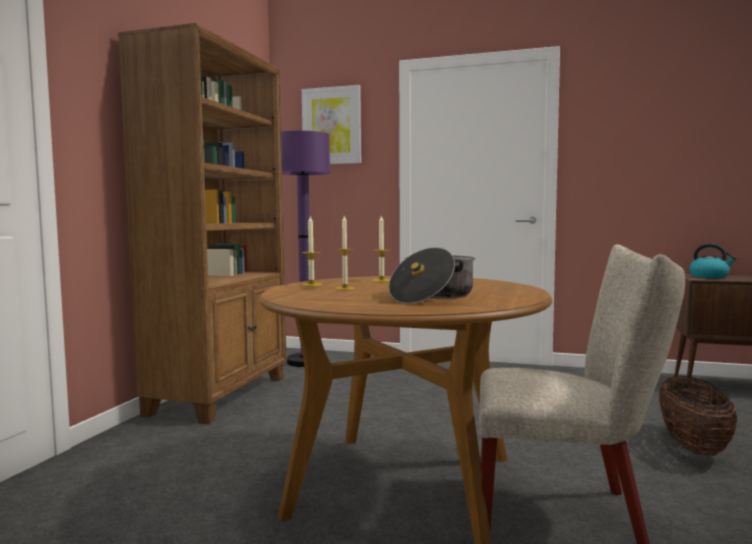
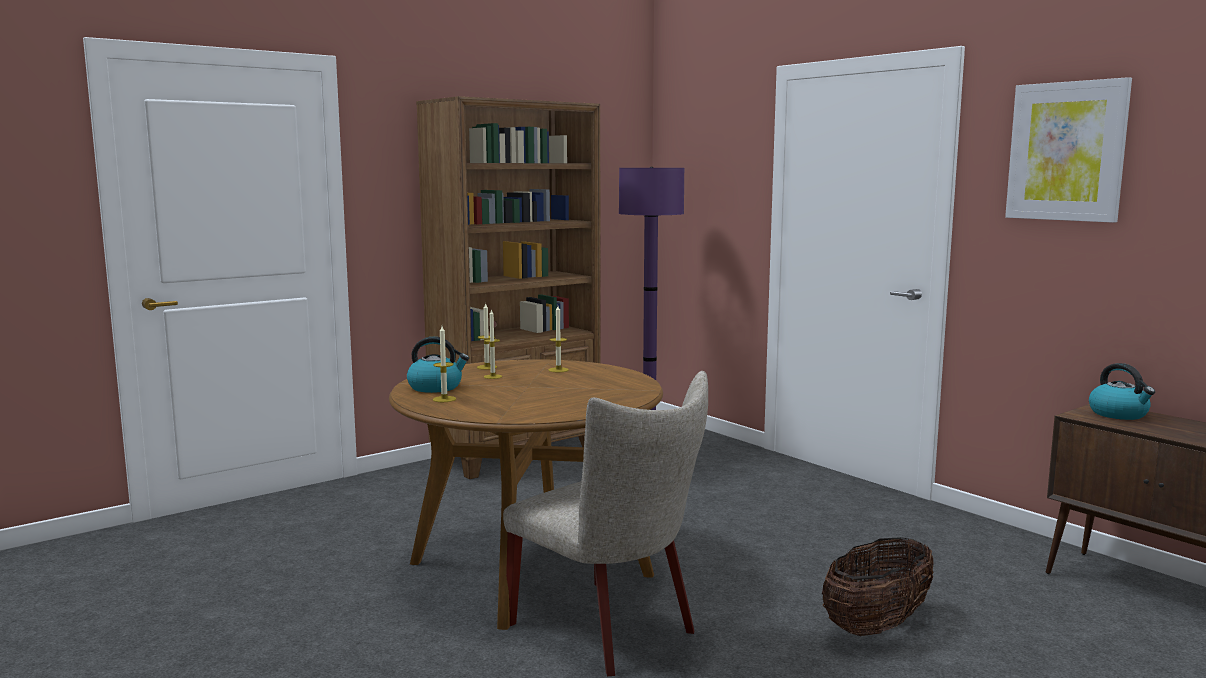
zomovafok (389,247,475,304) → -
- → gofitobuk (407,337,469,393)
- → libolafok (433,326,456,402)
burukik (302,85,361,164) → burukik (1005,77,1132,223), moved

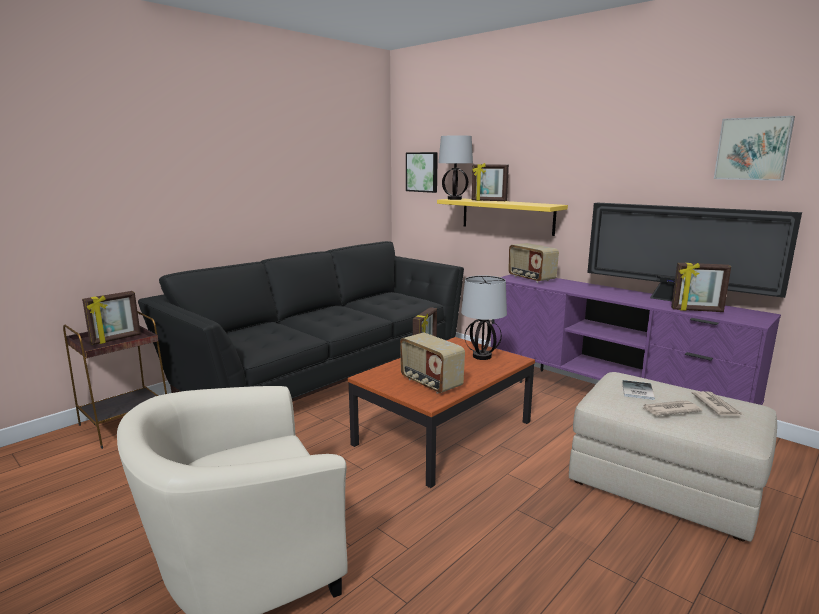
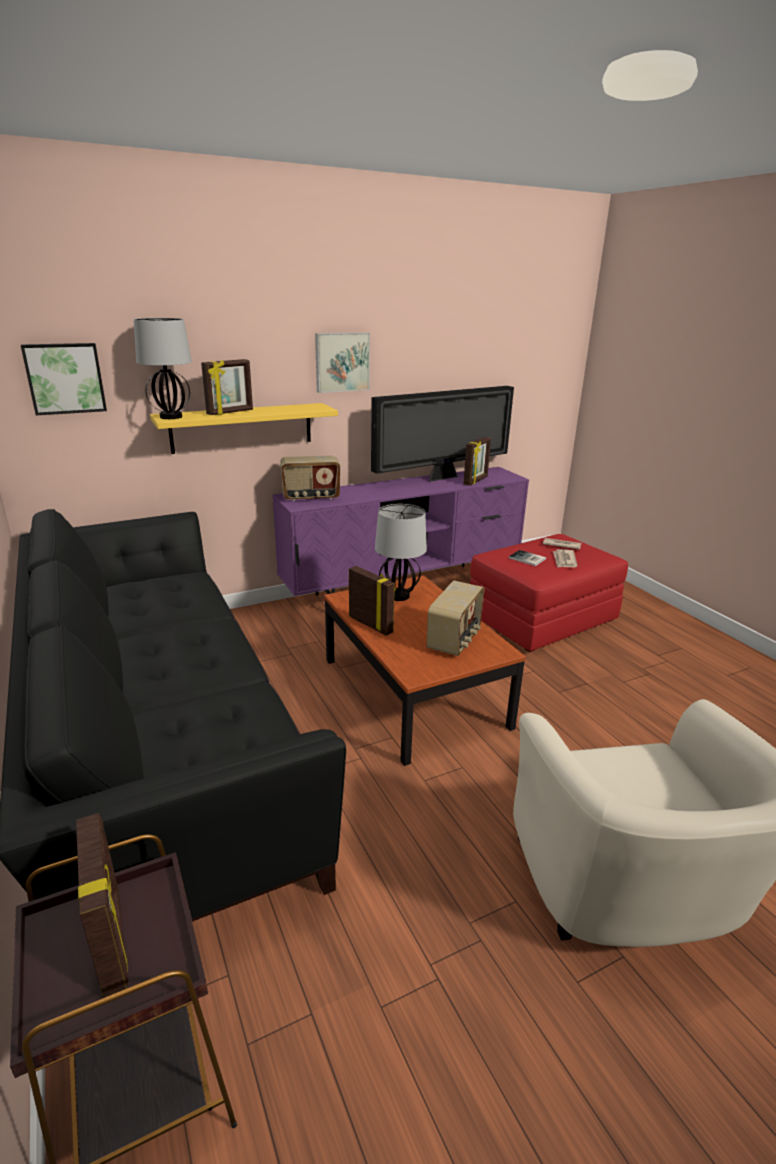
burukik (714,116,795,181) → burukik (315,332,370,393), moved
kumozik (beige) (569,372,777,542) → kumozik (red) (470,534,628,652)
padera (400,332,465,394) → padera (427,581,485,656), 45 degrees counterclockwise

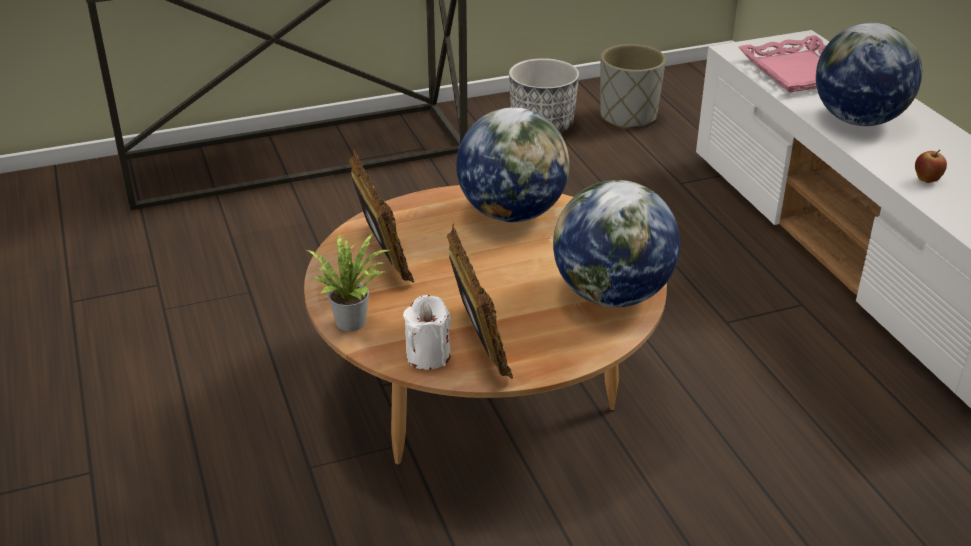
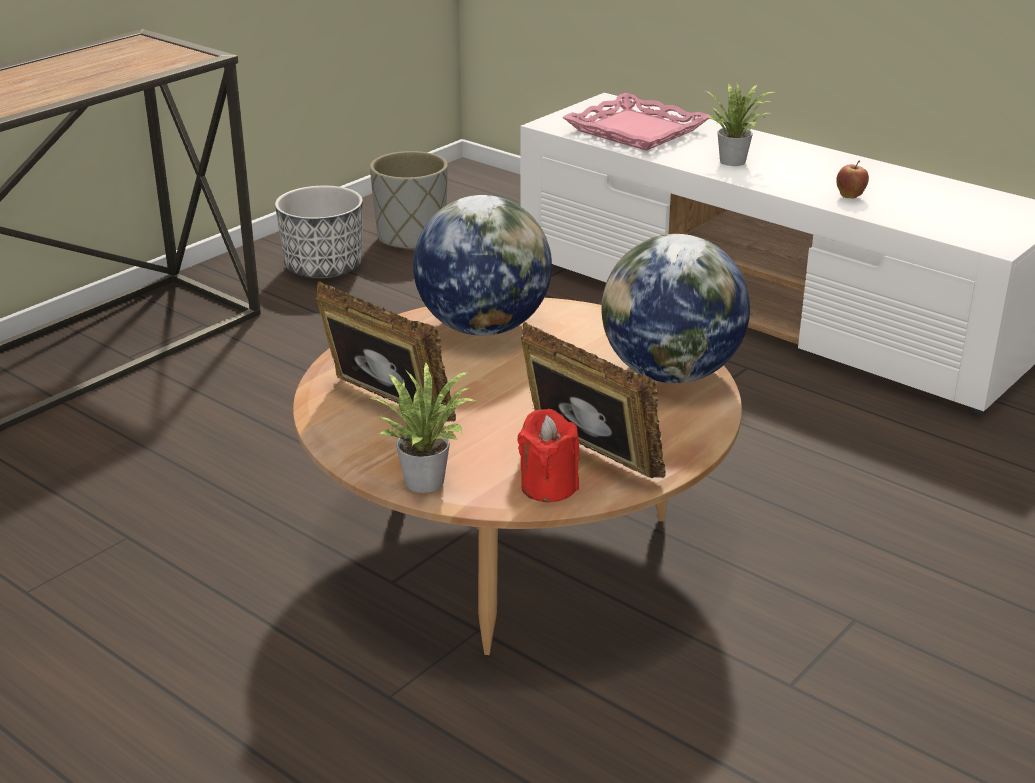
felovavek (816,23,922,126) → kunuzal (704,82,774,166)
libolafok (white) (403,295,451,370) → libolafok (red) (517,409,580,503)

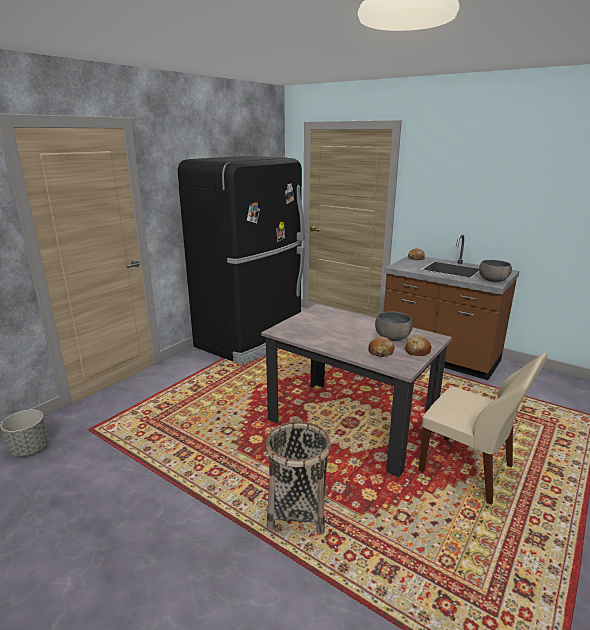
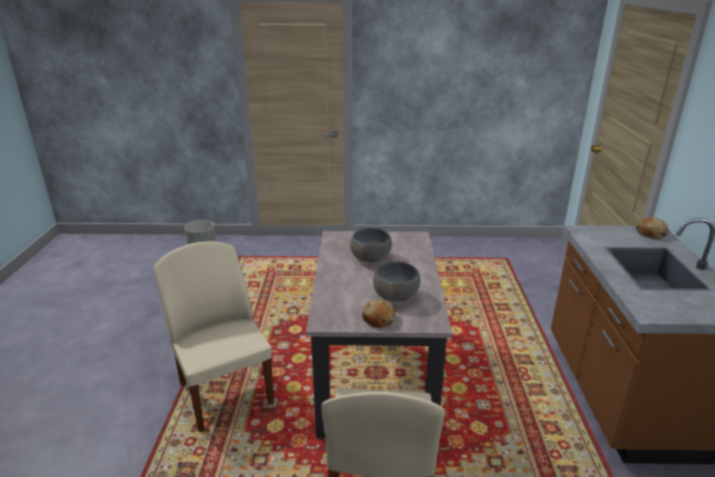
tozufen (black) (178,156,305,365) → -
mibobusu (368,336,394,357) → -
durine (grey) (479,260,512,282) → durine (grey) (350,228,392,262), moved
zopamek (266,421,331,535) → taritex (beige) (153,241,274,432)

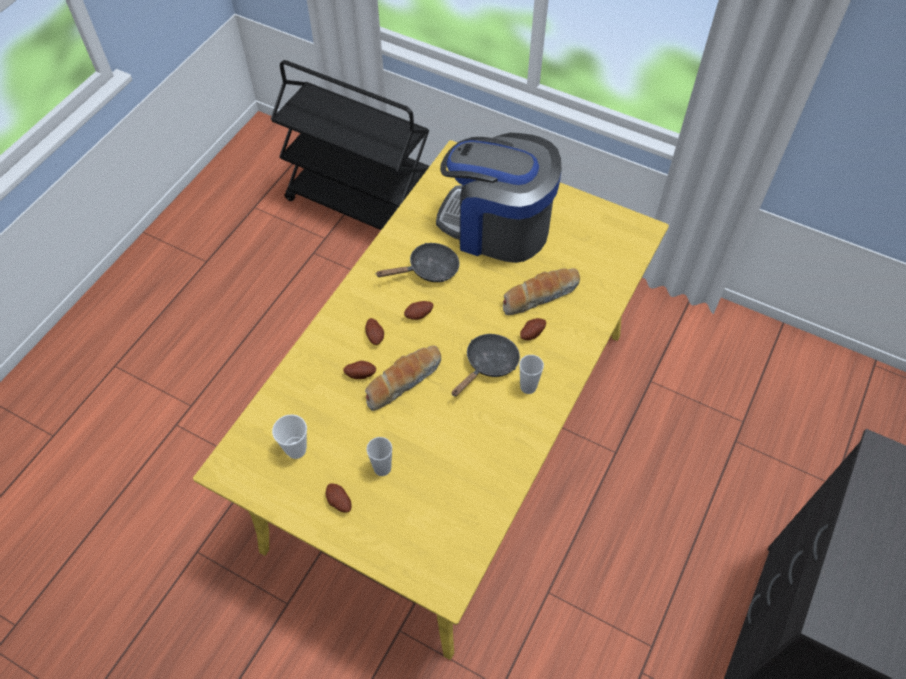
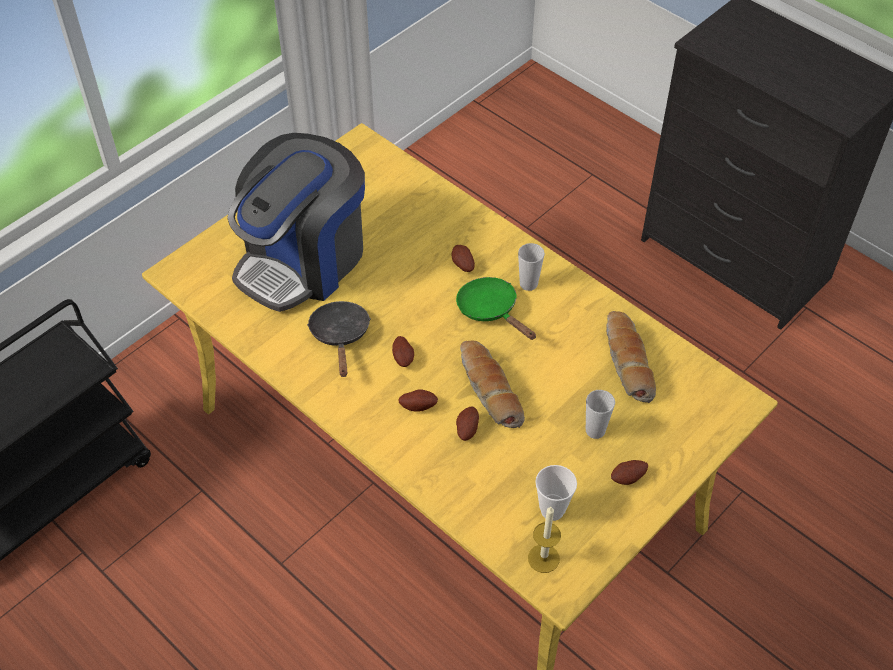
- → libolafok (528,507,561,573)
mibobusu (503,268,580,315) → mibobusu (606,311,656,403), moved
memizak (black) (452,334,520,397) → memizak (green) (456,277,536,340)

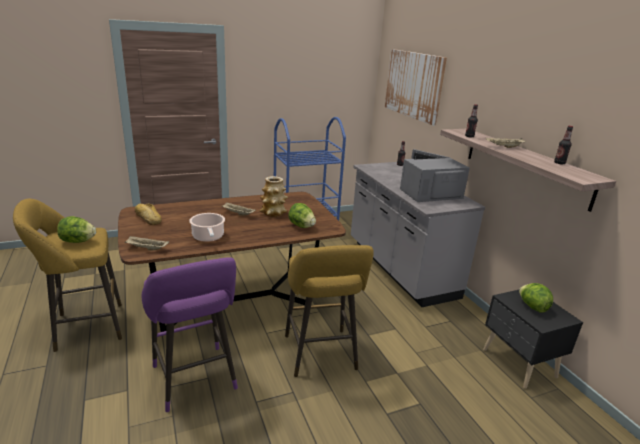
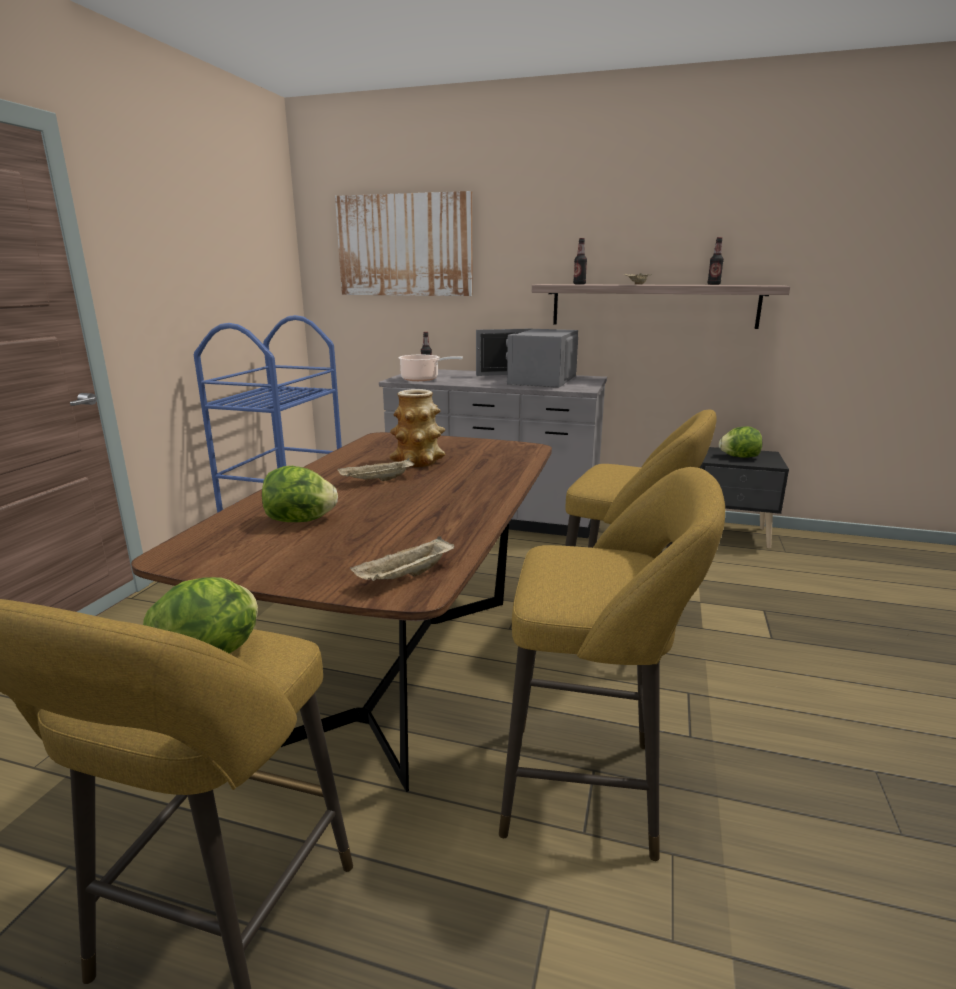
mibobusu (135,204,162,225) → -
zomovafok (189,213,225,242) → zomovafok (398,355,463,381), moved
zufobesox (288,203,316,228) → zufobesox (262,466,338,522), moved
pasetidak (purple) (142,257,238,412) → pasetidak (yellow) (499,467,725,861)

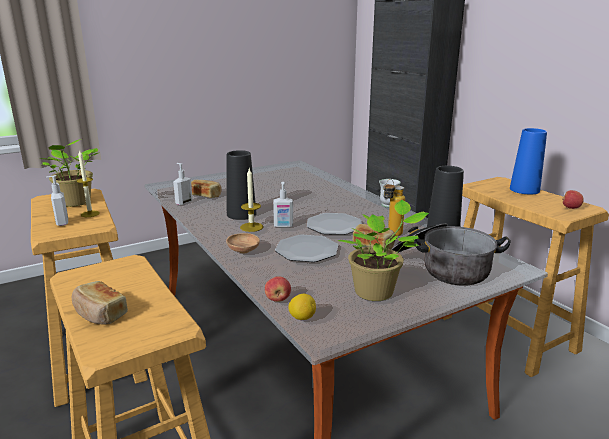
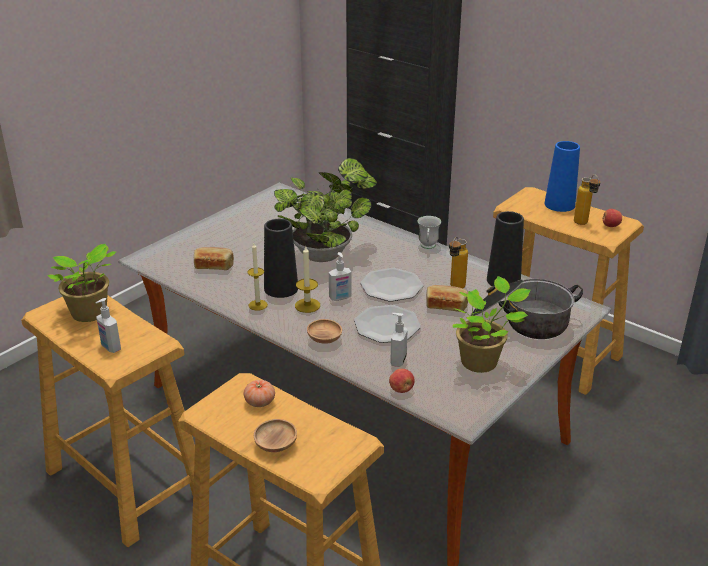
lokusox (288,294,316,320) → -
- → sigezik (244,380,275,407)
- → kunuzal (274,158,377,262)
- → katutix (574,175,600,225)
libolafok (76,151,100,217) → libolafok (248,243,268,311), moved
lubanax (173,163,193,205) → lubanax (390,313,407,367), moved
mibobusu (72,281,128,325) → durine (brown) (254,419,297,452)

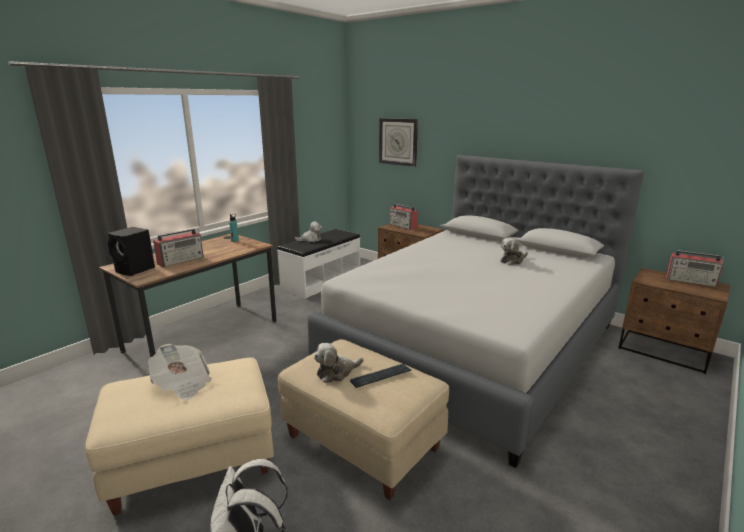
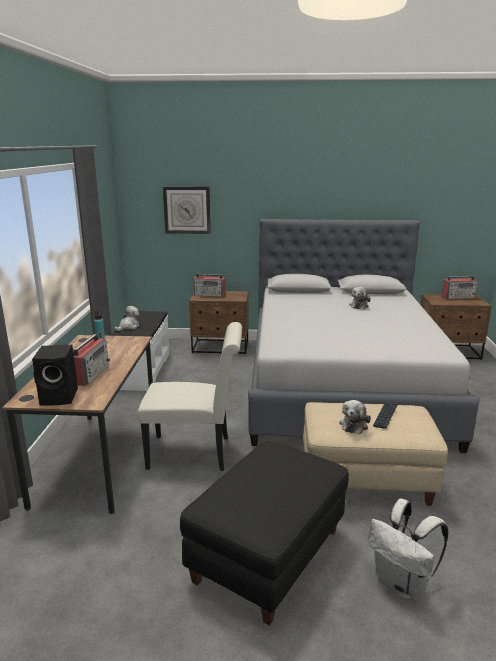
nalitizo (148,344,212,400) → -
- → taritex (white) (138,322,242,471)
kumozik (beige) (85,357,274,516) → kumozik (black) (180,441,349,626)

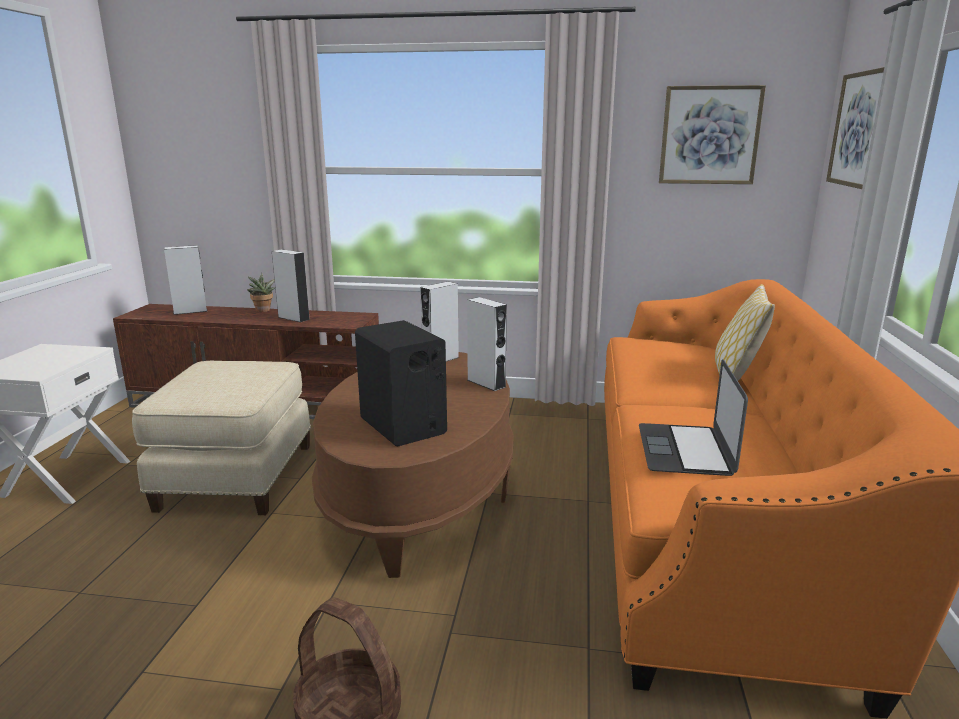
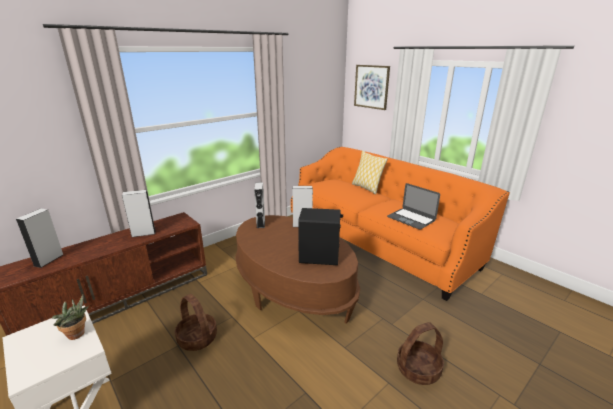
burukik (659,85,766,184) → -
kunuzal (247,273,275,312) → kunuzal (52,295,89,340), moved
kumozik (beige) (132,361,311,515) → zopamek (175,294,217,351)

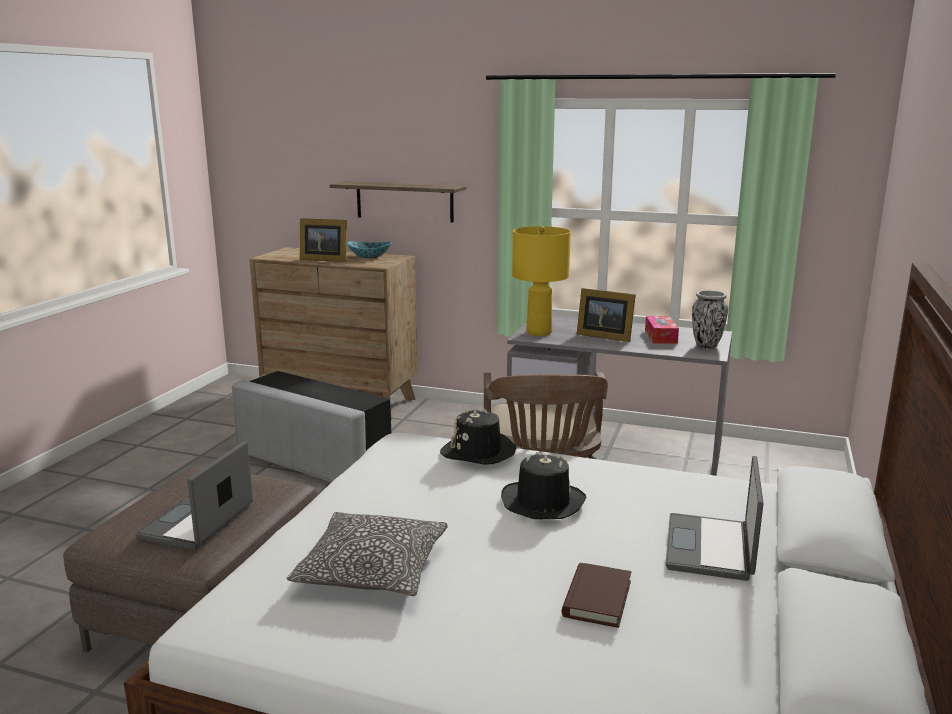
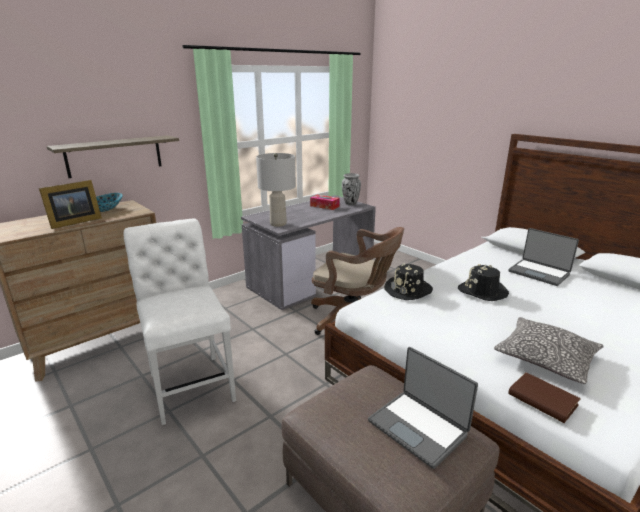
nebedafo (577,288,636,342) → -
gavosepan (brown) (562,563,631,628) → gavosepan (brown) (508,372,581,423), moved
kumozik (grey) (232,371,391,482) → taritex (white) (124,219,236,425)
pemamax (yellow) (512,226,571,336) → pemamax (grey) (256,153,296,227)

